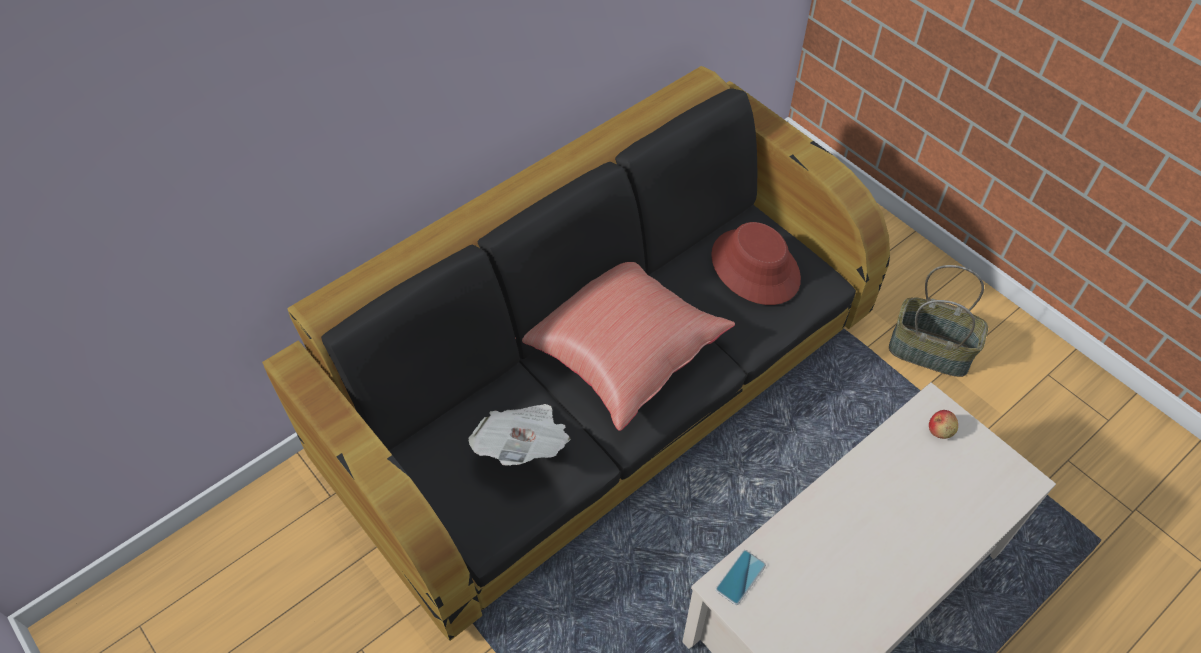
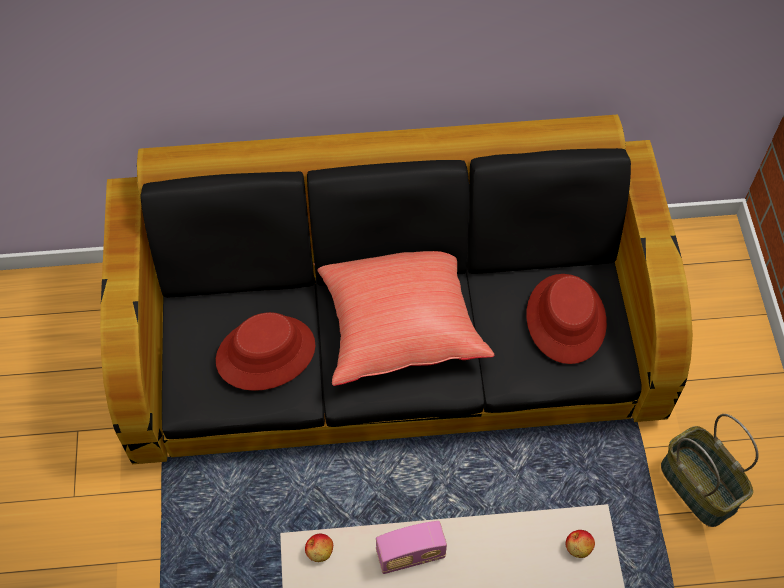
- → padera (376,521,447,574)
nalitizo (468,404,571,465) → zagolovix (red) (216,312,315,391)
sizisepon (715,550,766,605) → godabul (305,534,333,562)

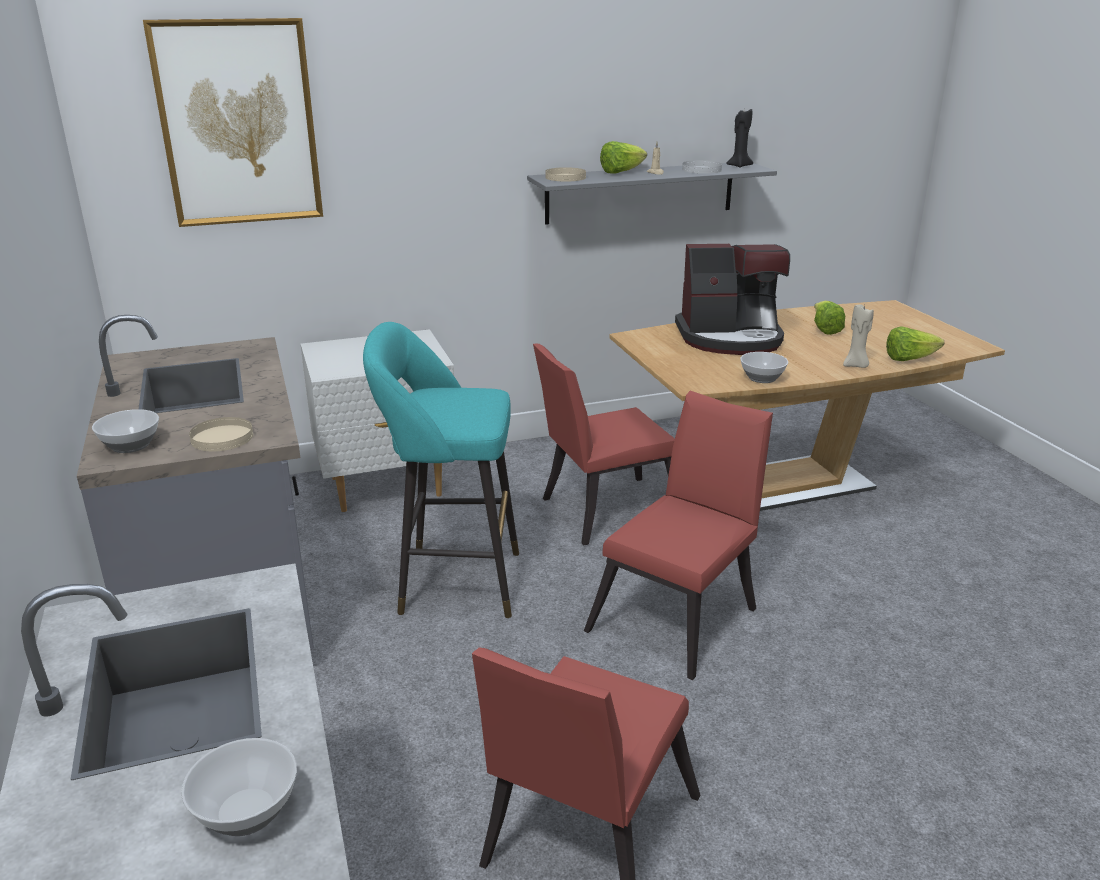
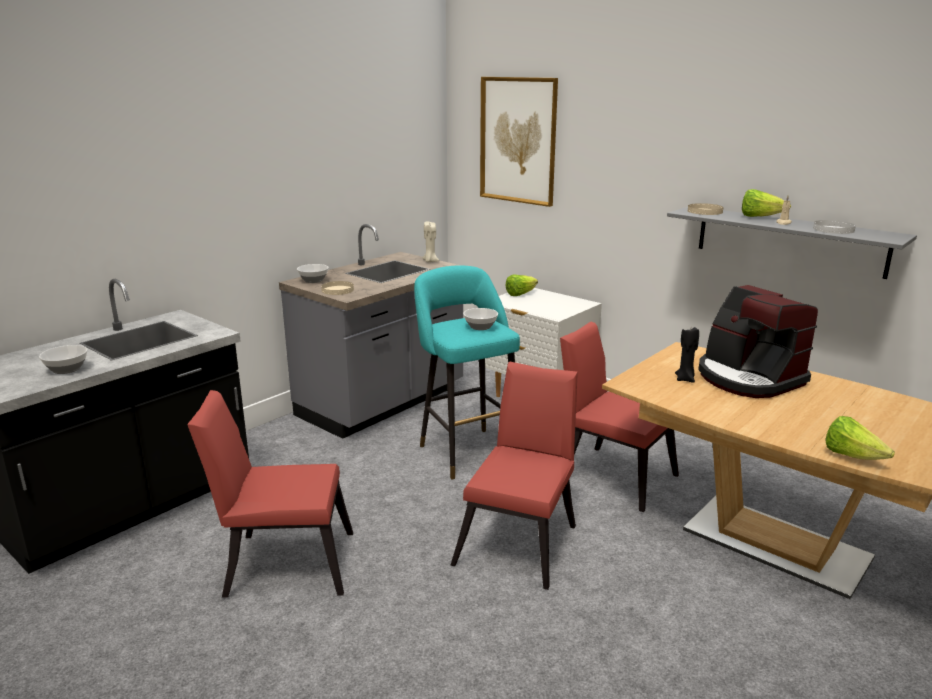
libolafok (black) (726,109,753,168) → libolafok (black) (675,327,699,383), moved
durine (740,352,788,383) → durine (463,308,498,330), moved
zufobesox (814,301,845,335) → zufobesox (506,275,538,296), moved
libolafok (beige) (843,304,874,368) → libolafok (beige) (423,221,439,262), moved
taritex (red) (584,391,773,680) → taritex (red) (451,361,578,590), 75 degrees counterclockwise

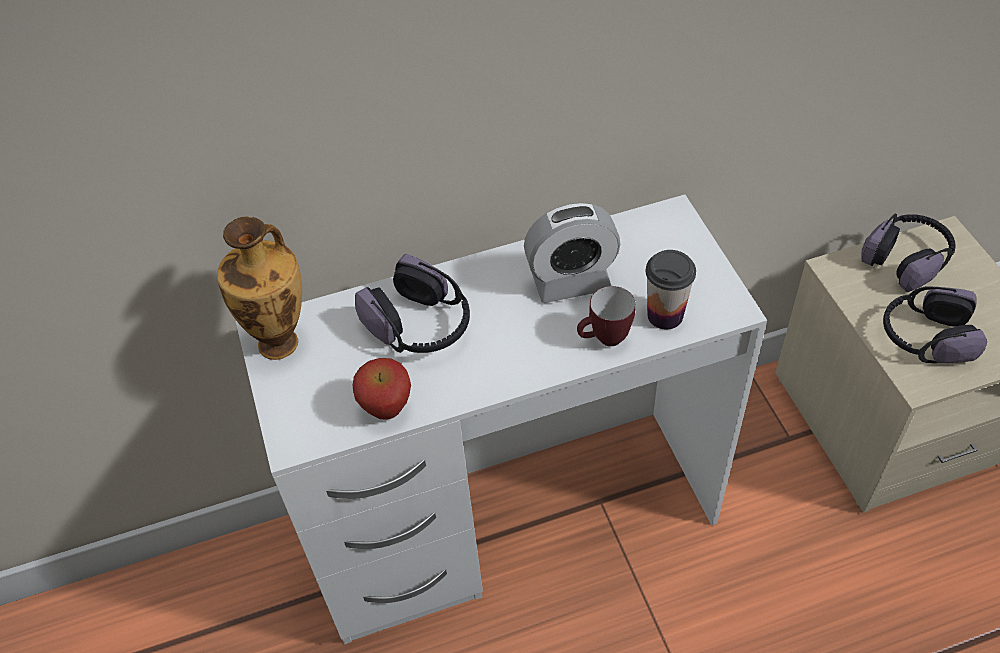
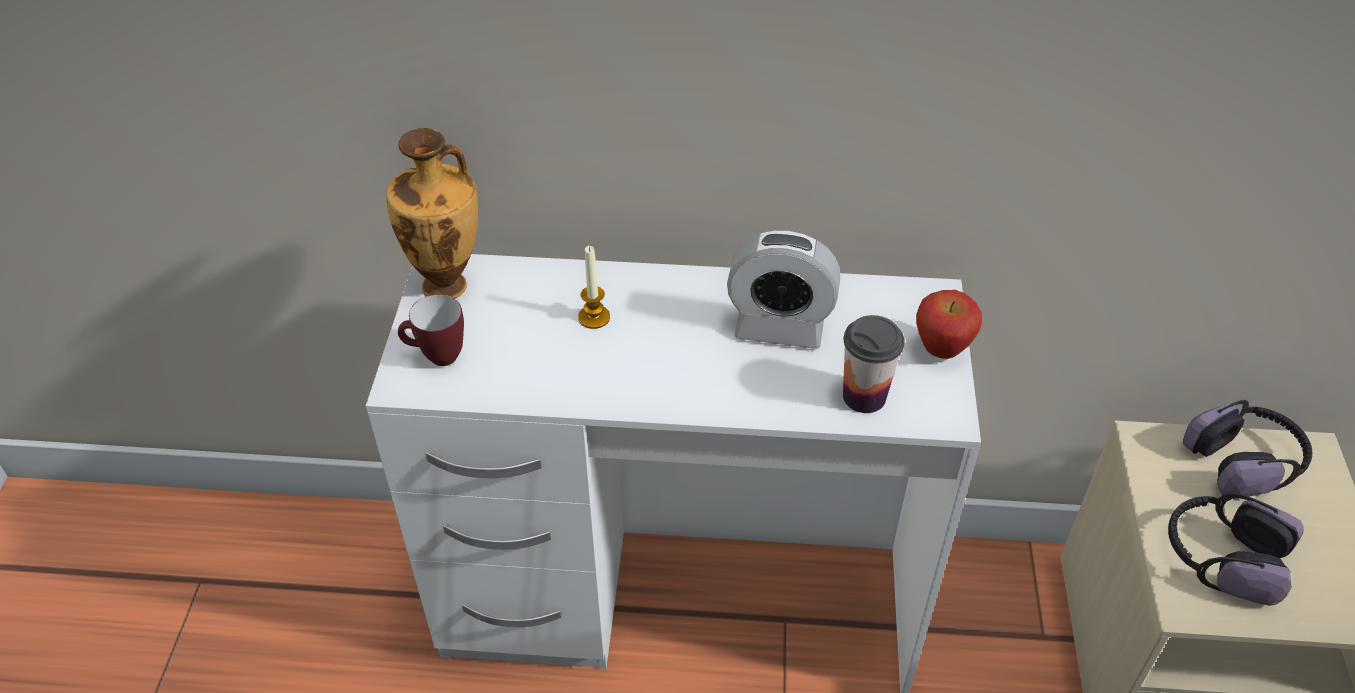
godabul (352,358,411,420) → godabul (916,290,982,359), moved
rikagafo (577,286,636,346) → rikagafo (398,294,464,366), moved
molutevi (355,254,470,353) → libolafok (578,246,610,329)

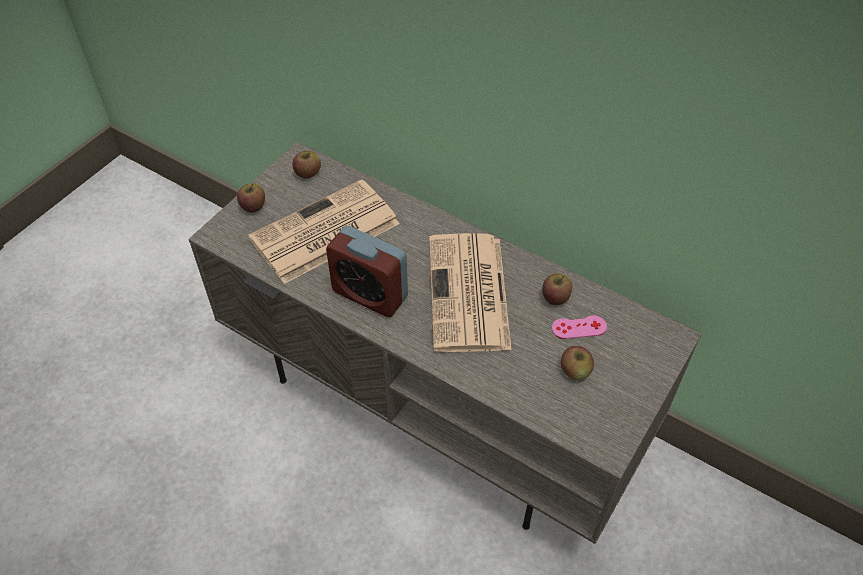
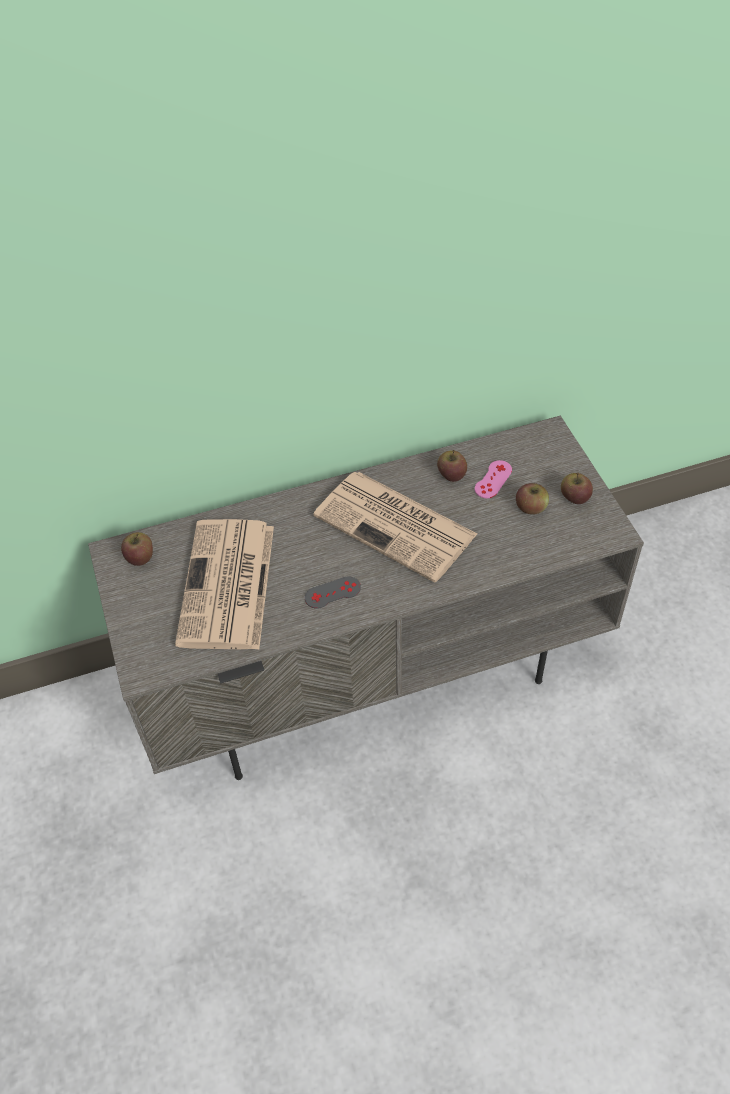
godabul (237,183,265,213) → godabul (561,473,593,504), moved
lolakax (326,226,408,318) → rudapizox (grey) (305,576,361,609)

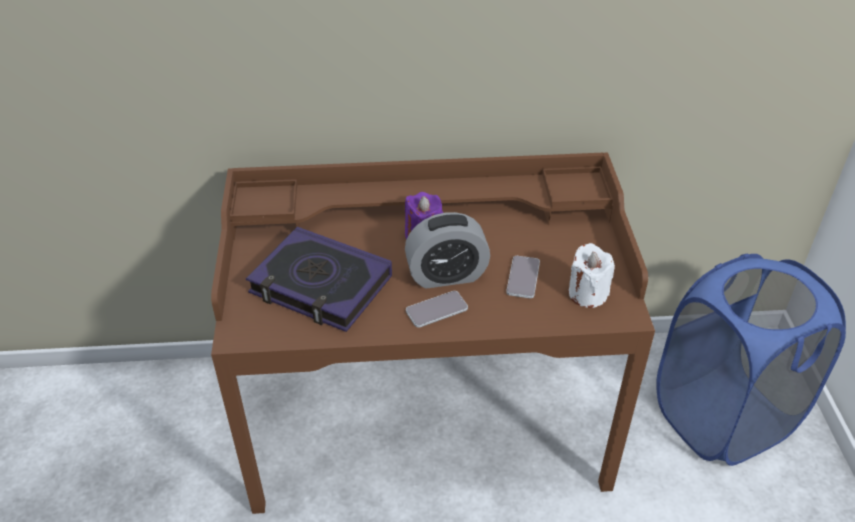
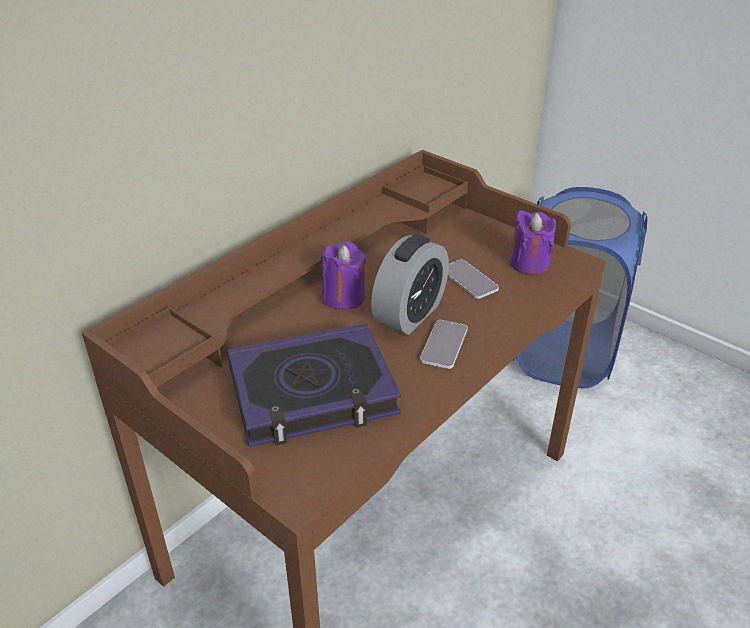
libolafok (white) (569,243,615,308) → libolafok (purple) (509,210,556,275)

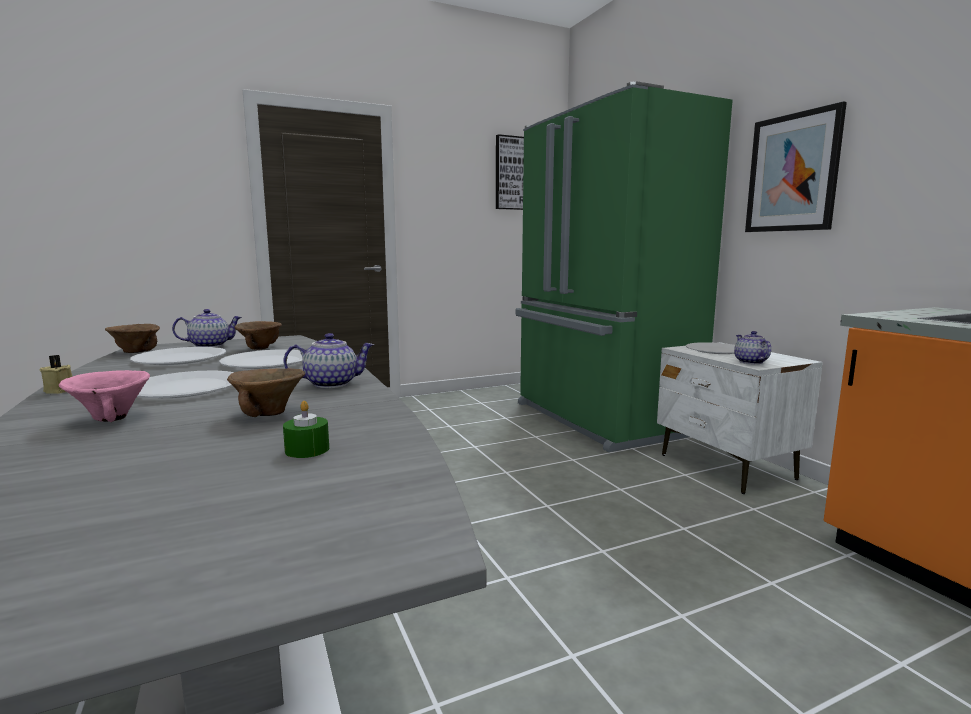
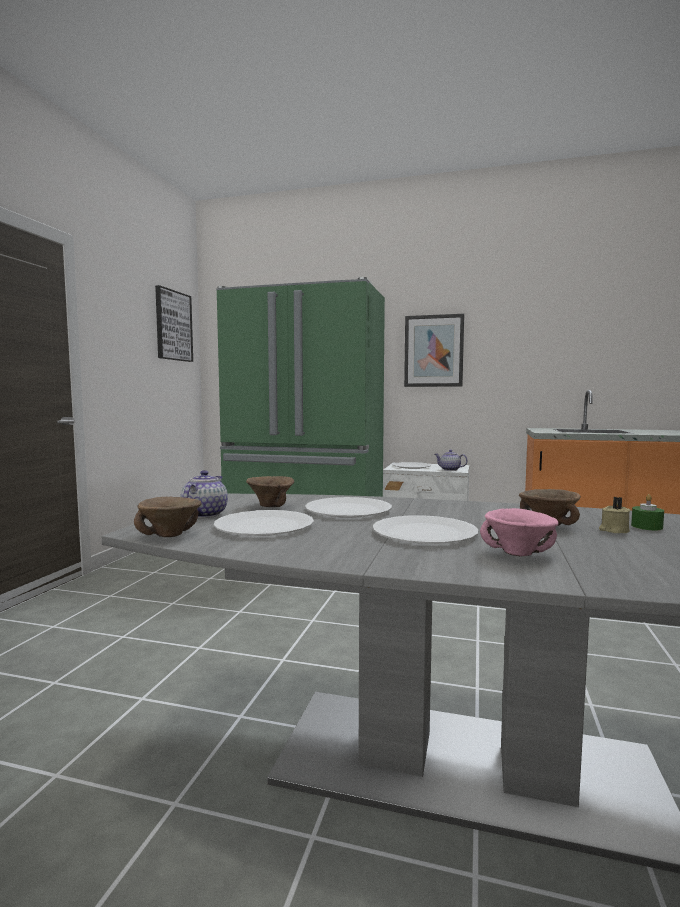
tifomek (283,333,374,388) → -
libolafok (beige) (39,355,72,394) → libolafok (beige) (599,497,630,533), moved

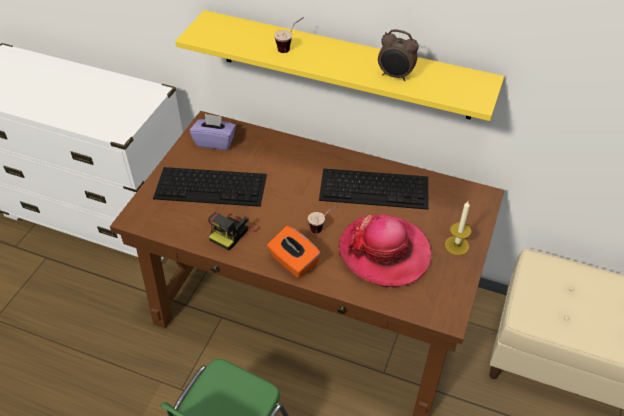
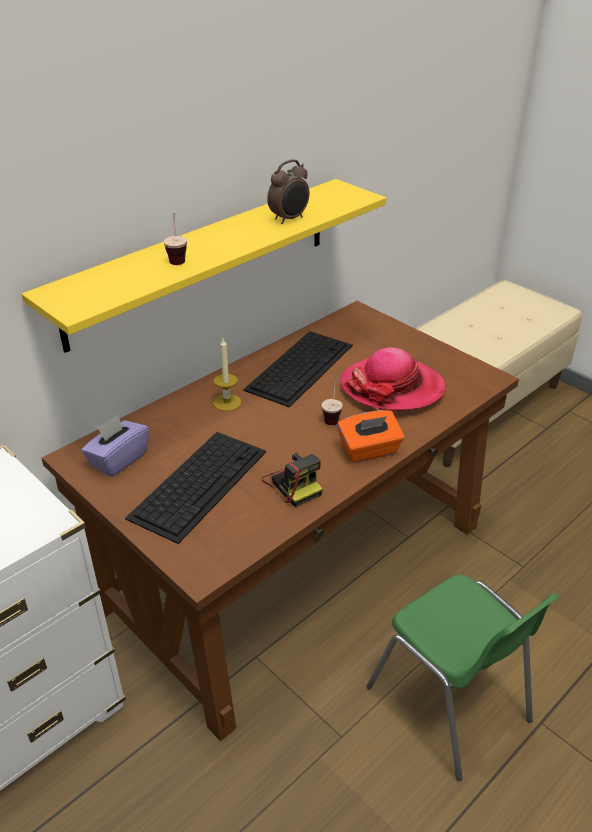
libolafok (445,201,472,255) → libolafok (213,339,241,411), moved

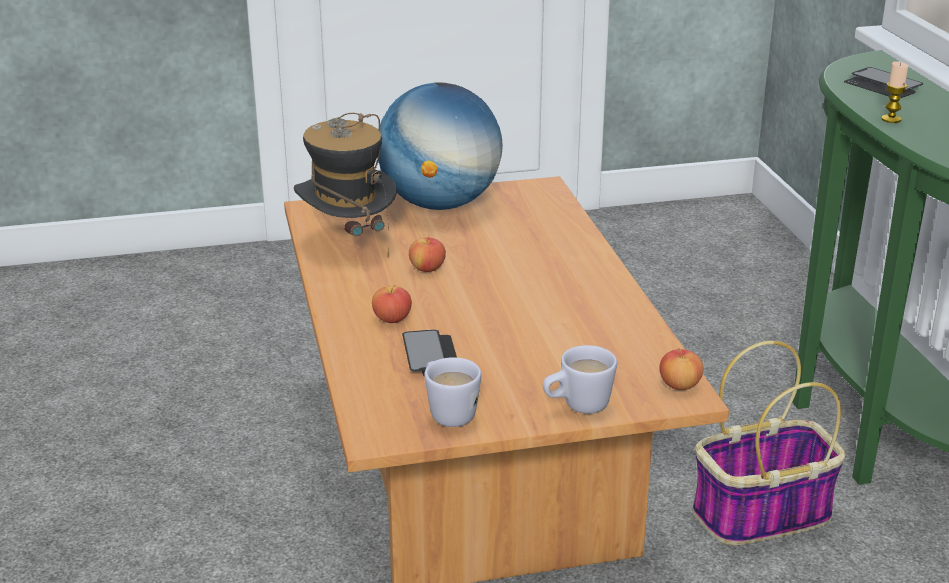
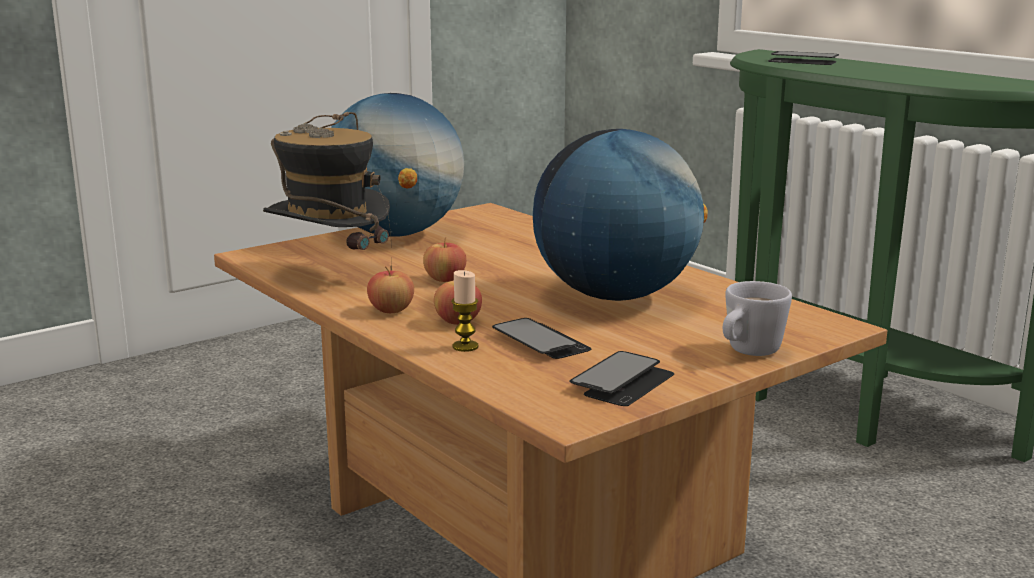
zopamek (692,341,845,545) → -
- → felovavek (533,129,708,301)
godabul (659,348,703,390) → godabul (367,266,414,313), moved
libolafok (881,61,908,123) → libolafok (451,270,478,352), moved
rikagafo (white) (424,357,481,427) → sizisepon (569,351,674,406)

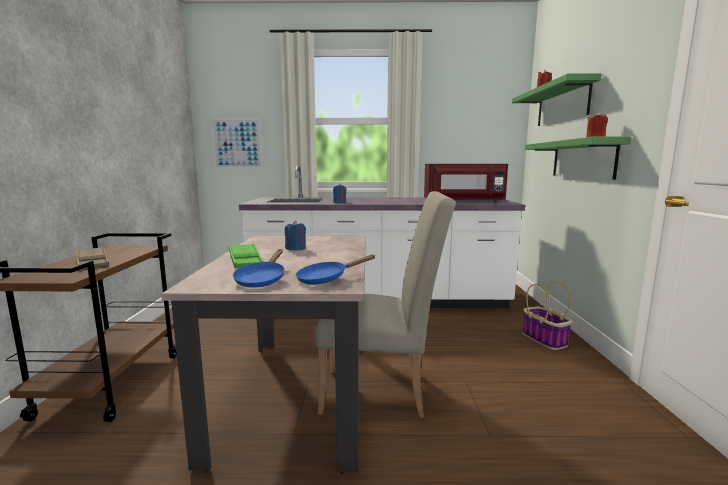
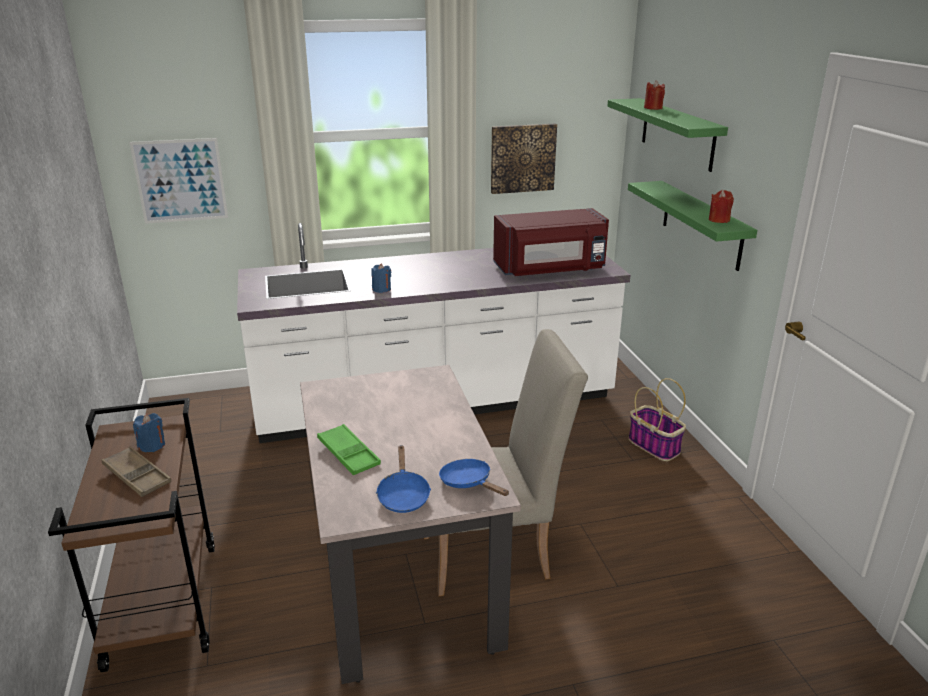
- → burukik (491,124,557,194)
libolafok (blue) (285,221,306,251) → libolafok (blue) (133,413,165,452), moved
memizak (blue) (296,255,376,285) → memizak (blue) (439,459,509,496), 90 degrees clockwise

